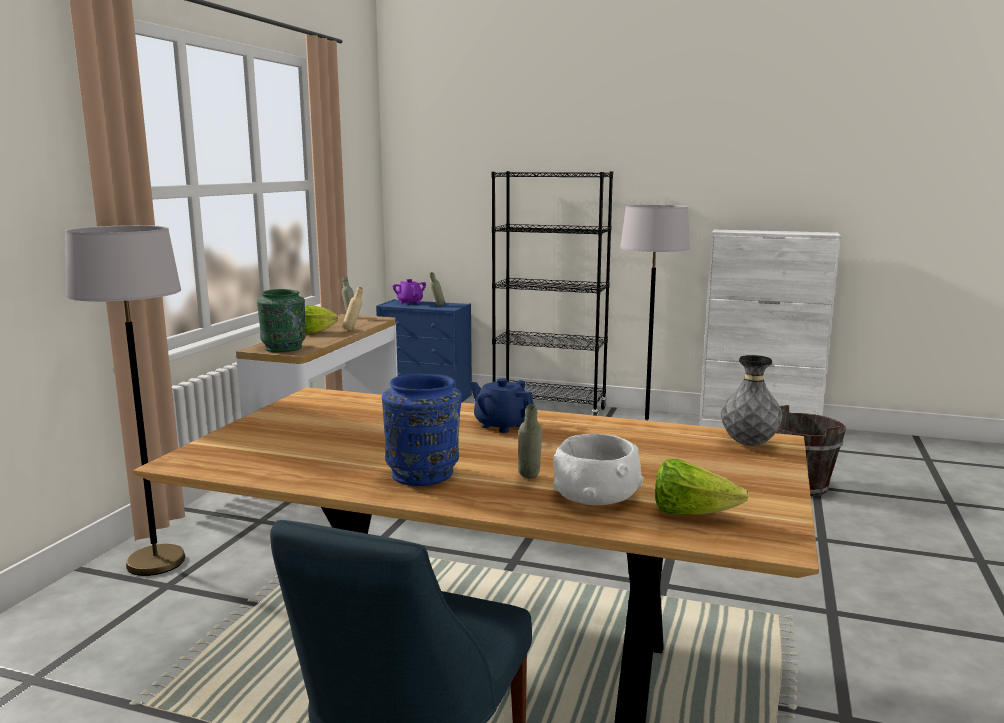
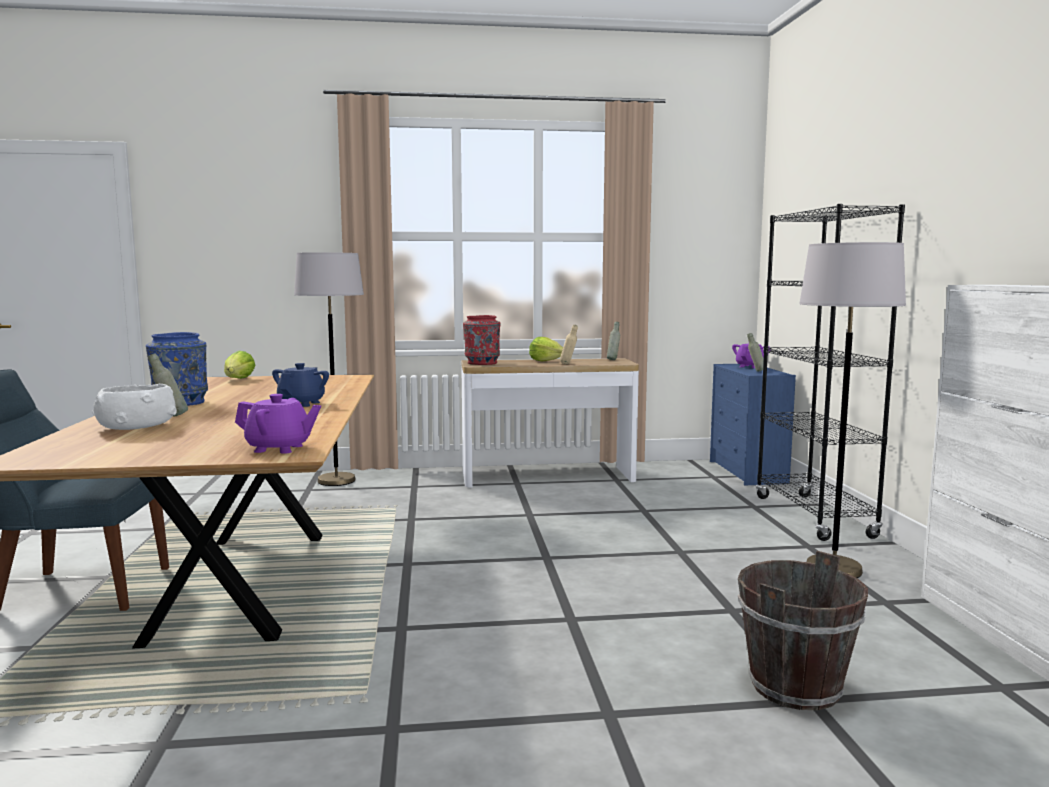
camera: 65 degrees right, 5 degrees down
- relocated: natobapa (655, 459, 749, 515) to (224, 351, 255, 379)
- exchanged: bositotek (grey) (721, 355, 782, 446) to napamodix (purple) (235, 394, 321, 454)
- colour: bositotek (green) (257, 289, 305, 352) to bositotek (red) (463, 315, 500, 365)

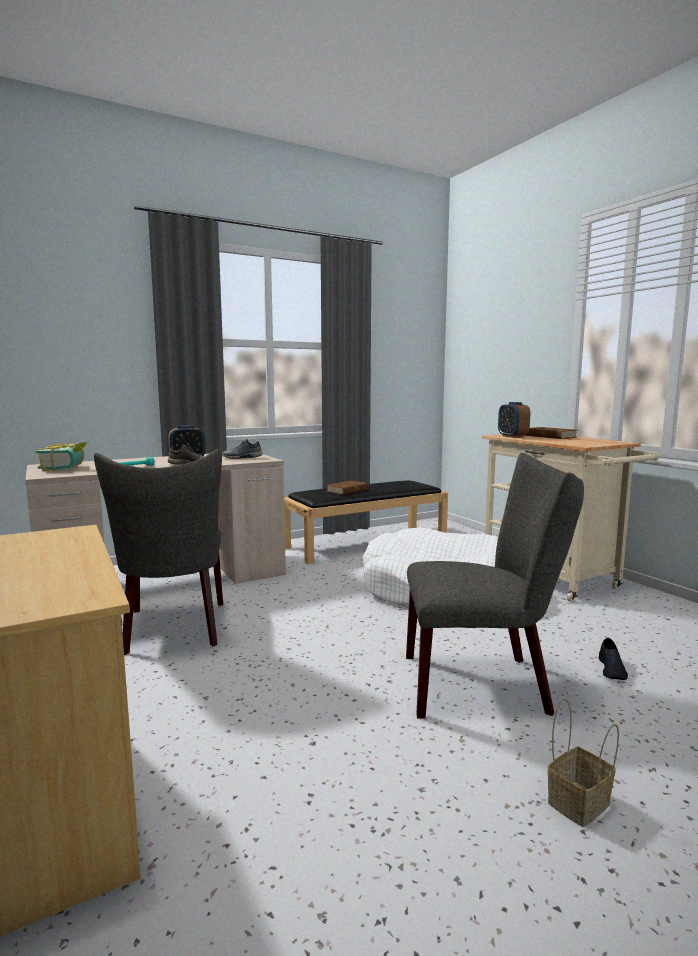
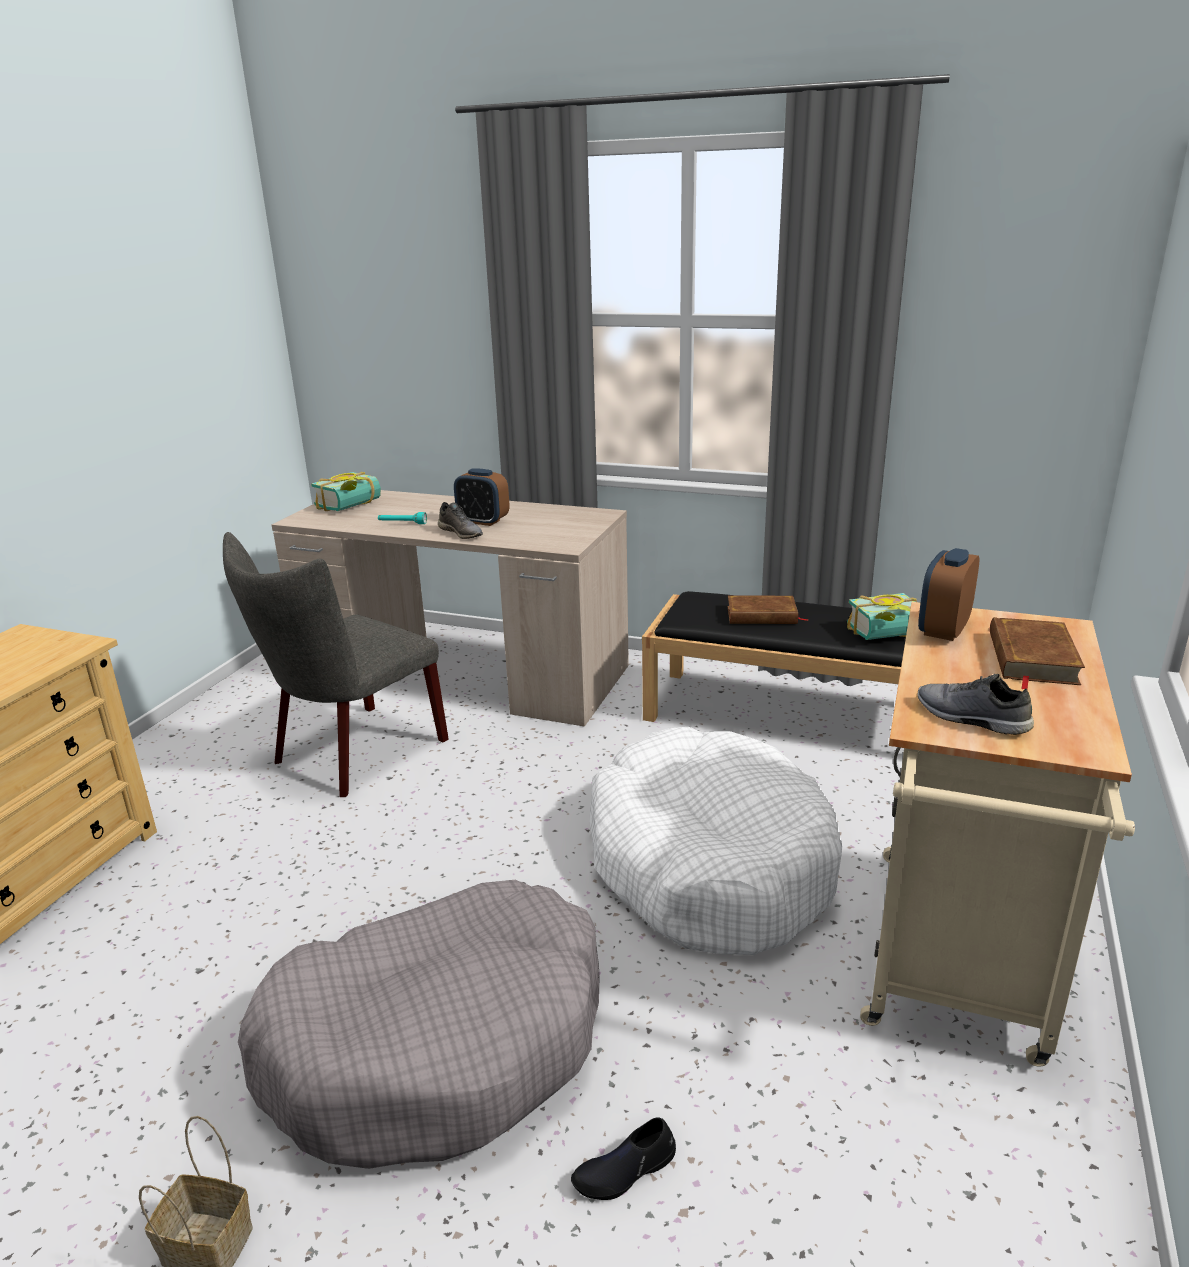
camera: 50 degrees right, 15 degrees up
- appeared: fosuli (847, 593, 917, 640)
- relocated: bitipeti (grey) (222, 439, 263, 459) to (918, 674, 1034, 735)
- exchanged: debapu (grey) (406, 453, 584, 718) to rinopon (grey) (238, 880, 600, 1169)

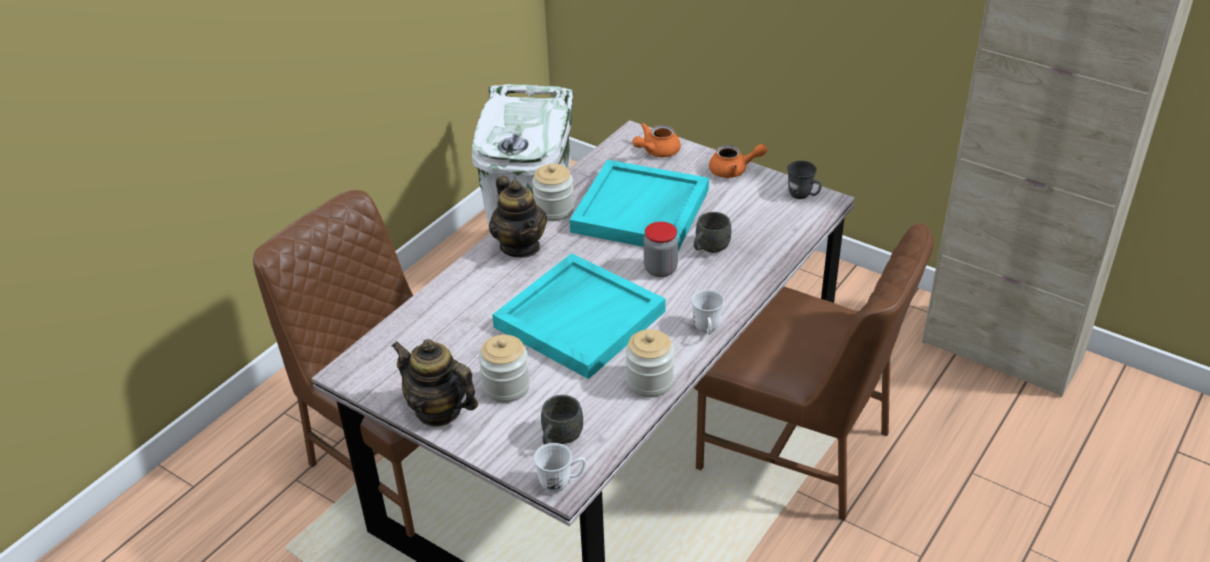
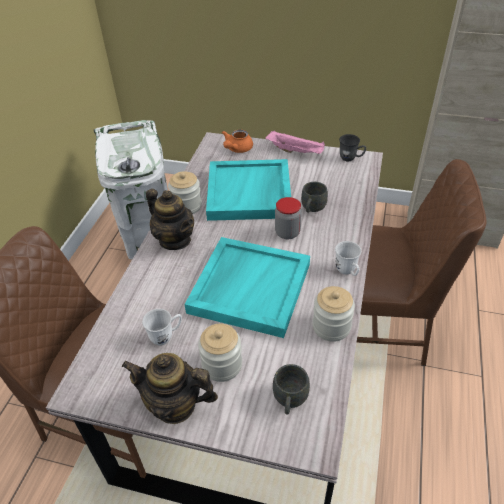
camera: 20 degrees left, 5 degrees up
- relocated: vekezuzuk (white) (533, 443, 586, 493) to (142, 309, 182, 345)
- exchanged: napamodix (orange) (709, 144, 767, 178) to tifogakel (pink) (265, 131, 325, 154)

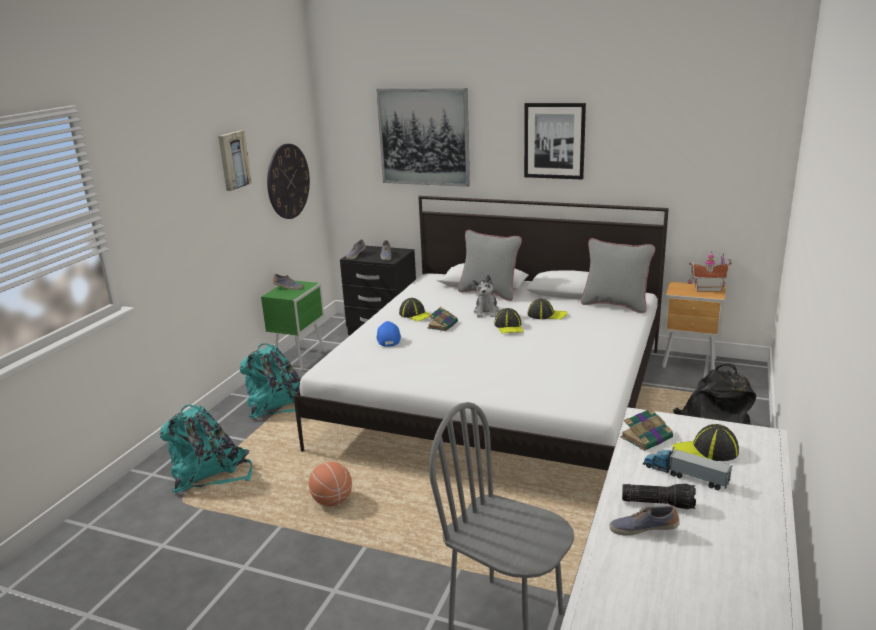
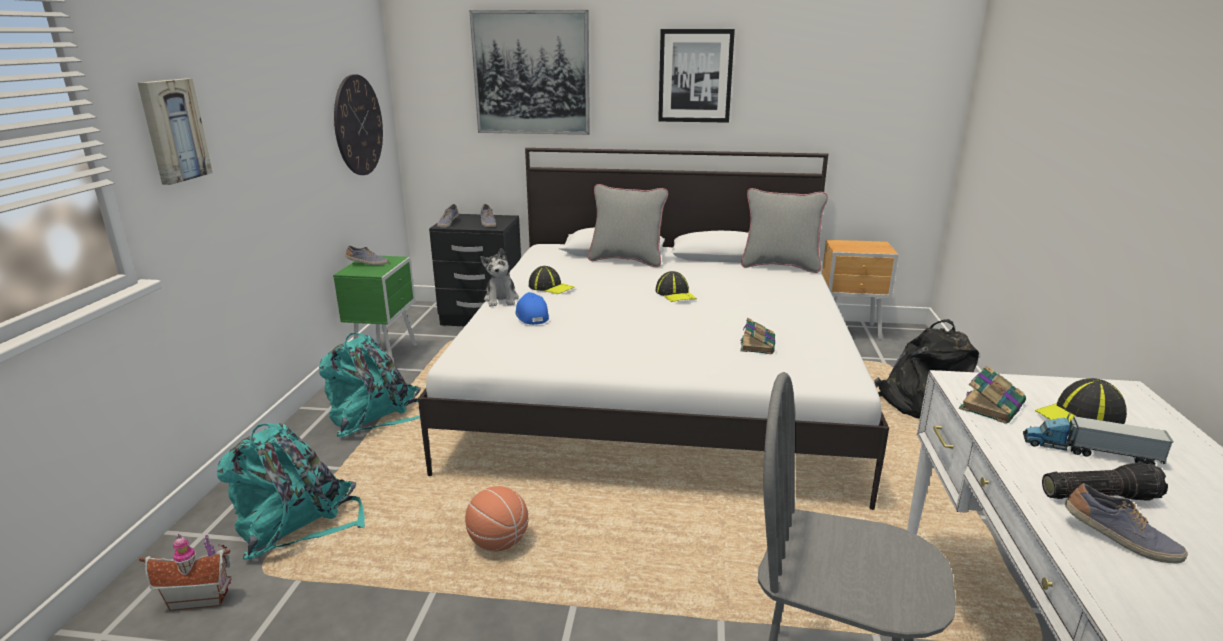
camera: 15 degrees left, 0 degrees up
- missing: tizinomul (528, 299, 568, 319)
- relocated: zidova (218, 130, 252, 191) to (138, 79, 213, 185)
- relocated: fosuli (428, 307, 458, 331) to (740, 318, 775, 354)
- relocated: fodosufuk (473, 275, 500, 317) to (480, 248, 519, 307)
- relocated: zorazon (688, 251, 732, 292) to (139, 534, 232, 611)
- spun: bitipeti (609, 506, 680, 536) = (1065, 483, 1188, 564) 135 degrees counterclockwise

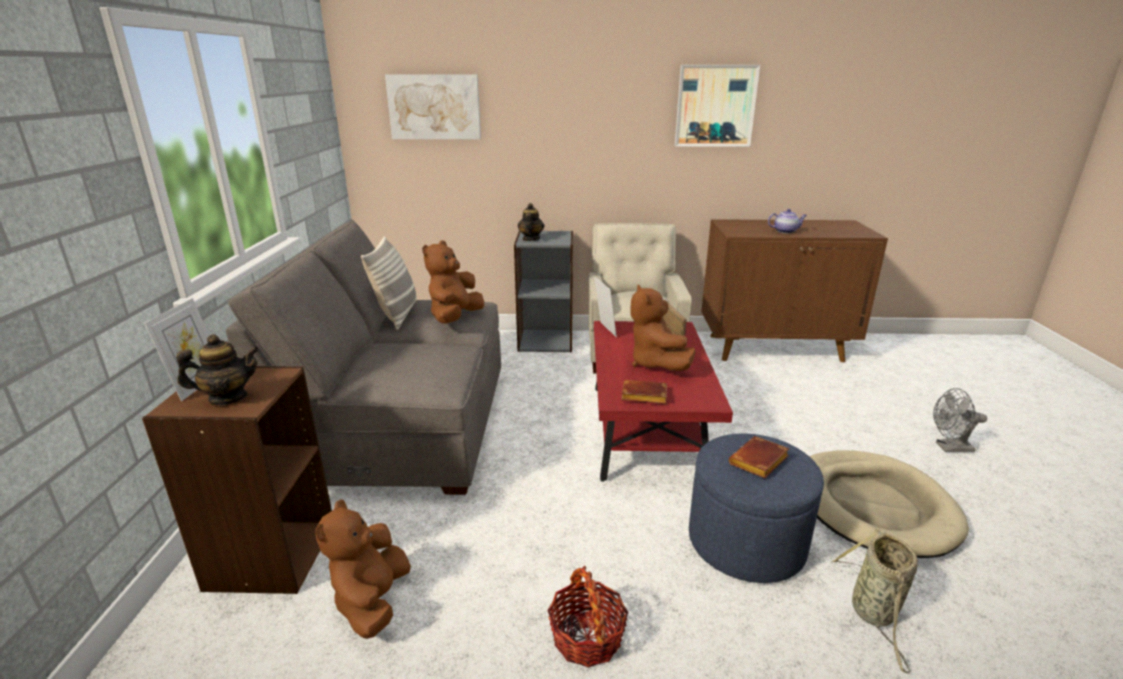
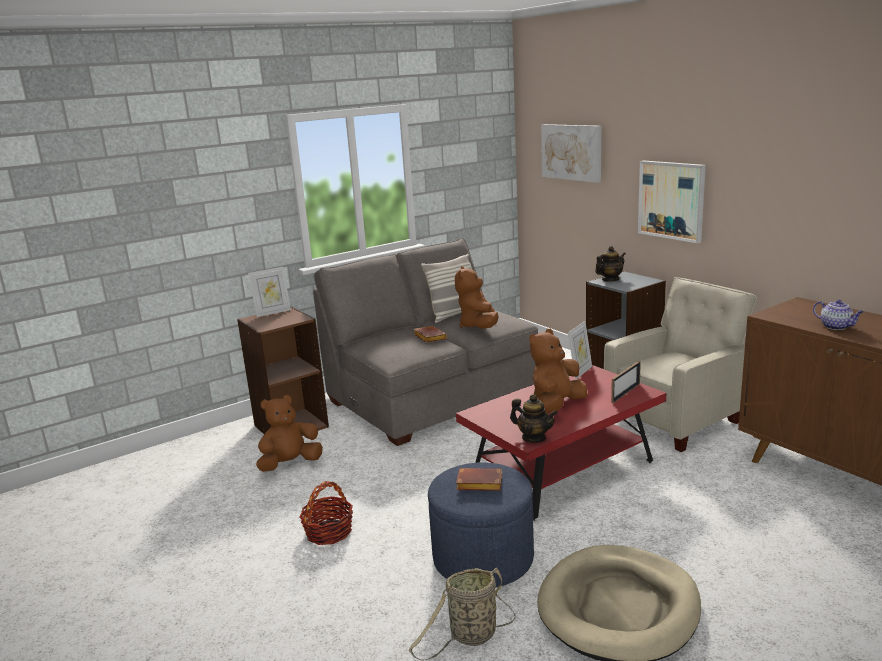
camera: 55 degrees right, 5 degrees down
- missing: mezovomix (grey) (933, 388, 987, 452)
- relocated: napamodix (176, 334, 259, 405) to (510, 394, 557, 443)
- relocated: fosuli (brown) (621, 380, 667, 404) to (413, 326, 447, 343)
- relocated: zidova (675, 65, 760, 147) to (638, 160, 706, 243)
- spun: fodosufuk (brown) (422, 241, 484, 324) = (455, 266, 499, 328) 75 degrees counterclockwise

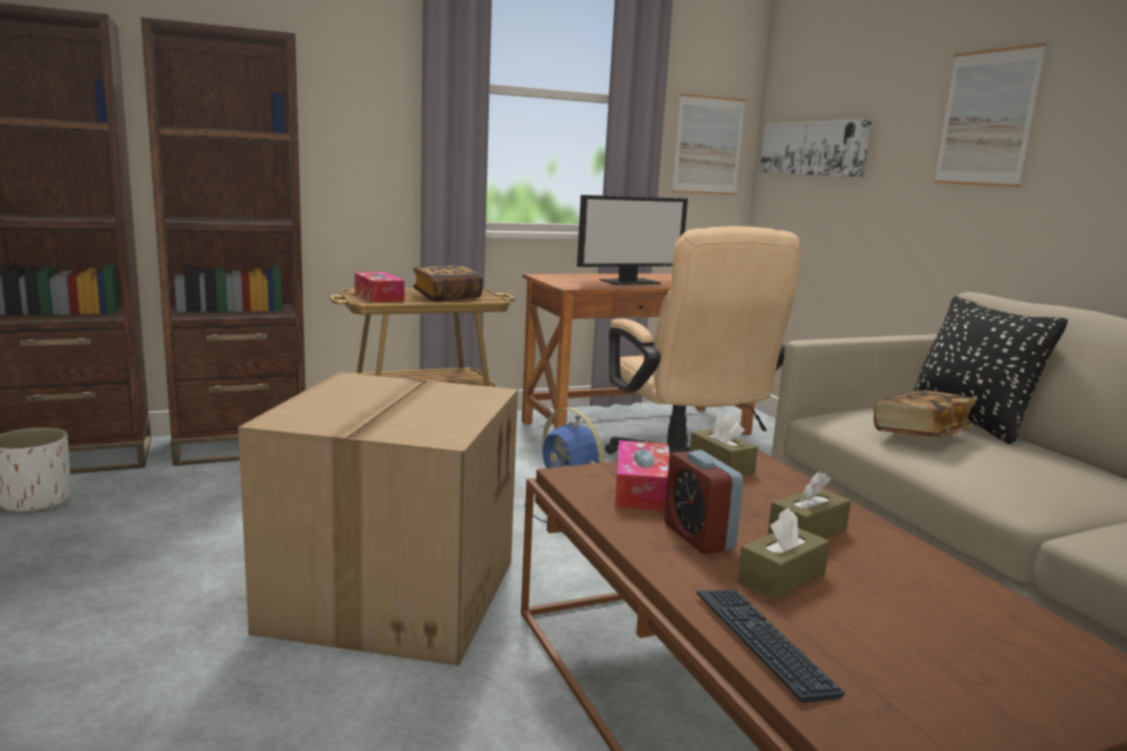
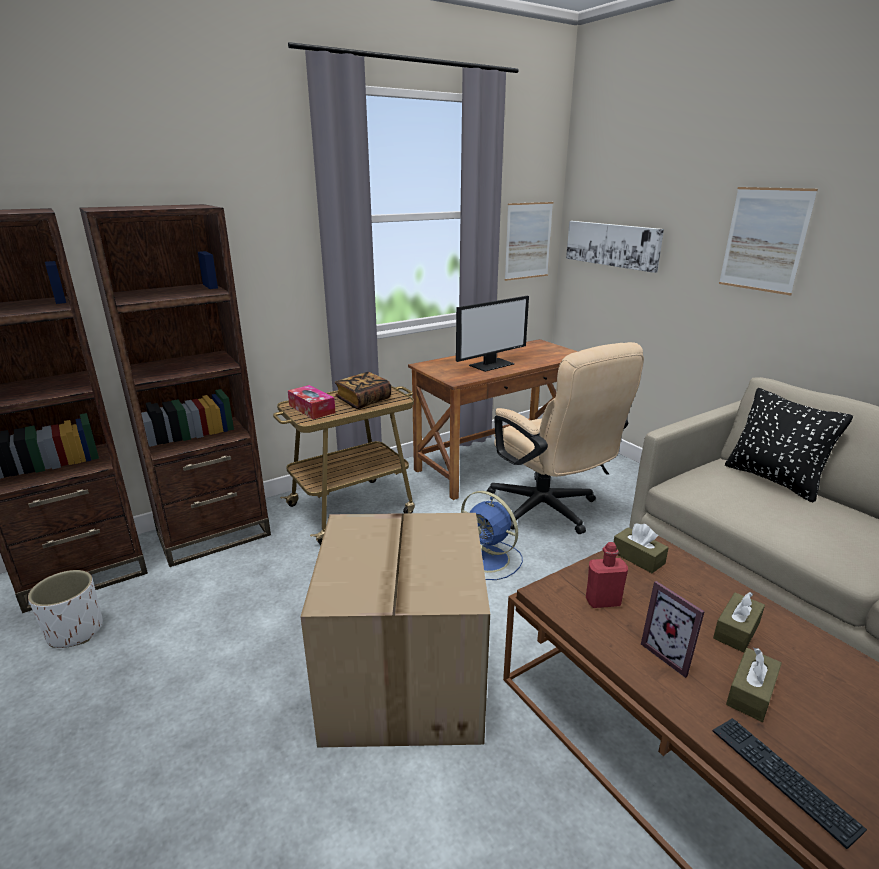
camera: 10 degrees left, 10 degrees up
- missing: fosuli (874, 390, 976, 437)
- exchanged: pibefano (615, 440, 670, 511) to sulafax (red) (586, 542, 628, 608)
- exchanged: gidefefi (664, 450, 744, 554) to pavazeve (641, 581, 705, 678)

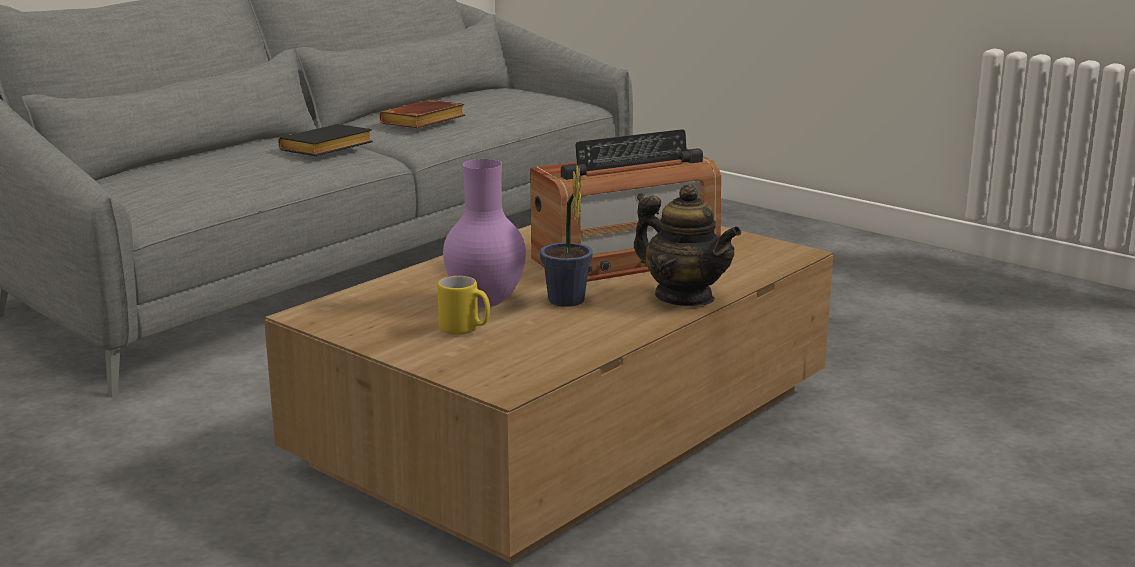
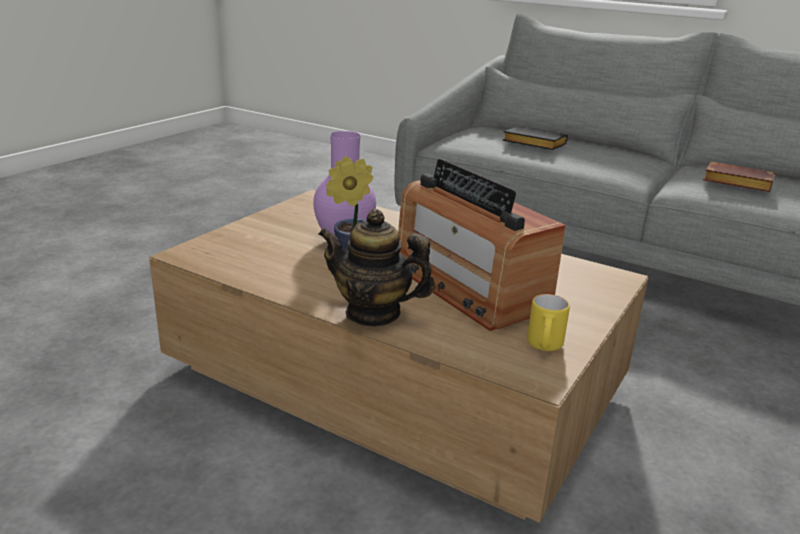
camera: 80 degrees right, 5 degrees up
- relocated: fosuli (black) (278, 124, 373, 156) to (503, 126, 568, 150)
- relocated: vekezuzuk (yellow) (437, 276, 490, 335) to (527, 294, 570, 351)
- spun: napamodix (634, 184, 741, 306) = (318, 209, 435, 327) 75 degrees clockwise

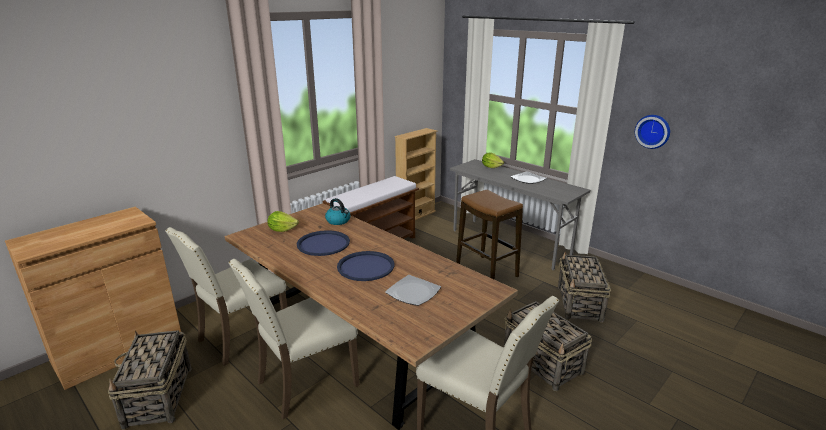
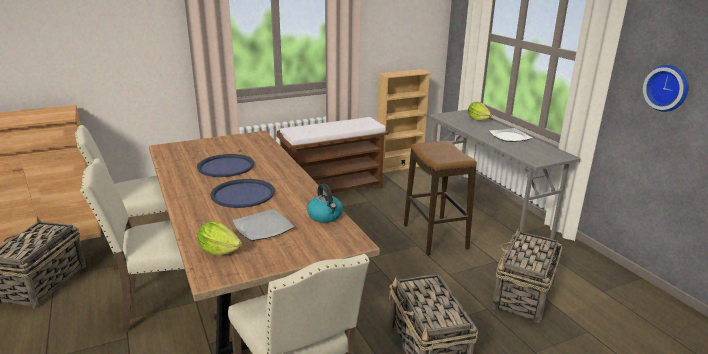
camera: 20 degrees right, 0 degrees up
- relocated: natobapa (267, 211, 299, 232) to (198, 221, 242, 255)
- relocated: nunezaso (325, 198, 350, 225) to (307, 184, 343, 223)

